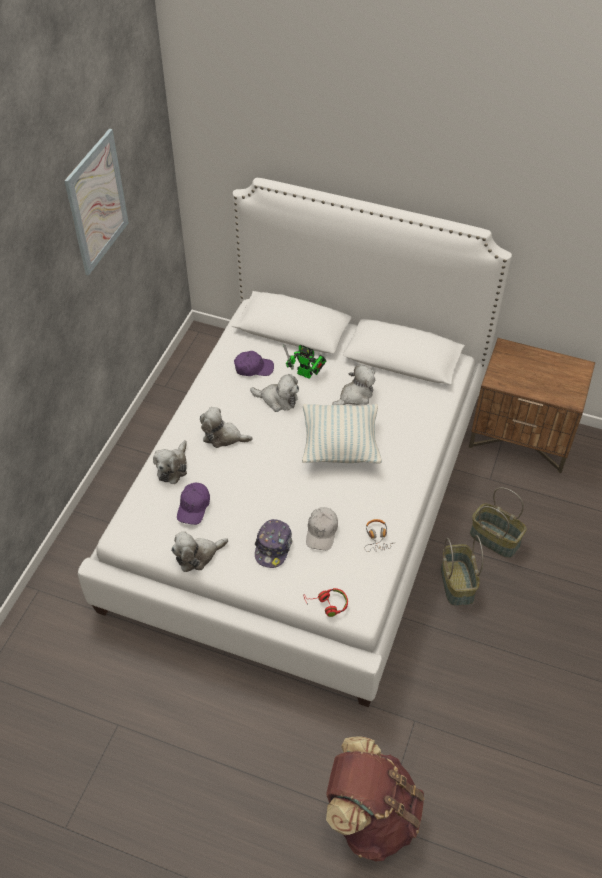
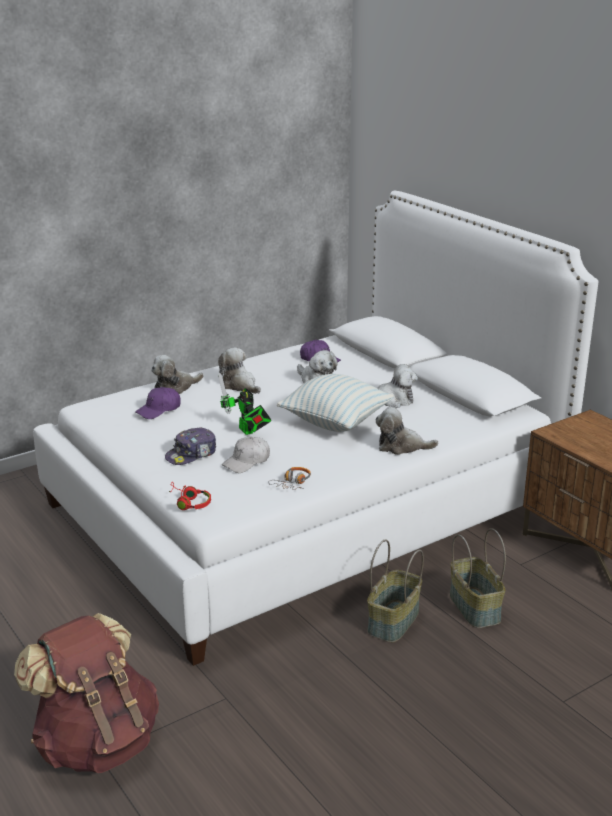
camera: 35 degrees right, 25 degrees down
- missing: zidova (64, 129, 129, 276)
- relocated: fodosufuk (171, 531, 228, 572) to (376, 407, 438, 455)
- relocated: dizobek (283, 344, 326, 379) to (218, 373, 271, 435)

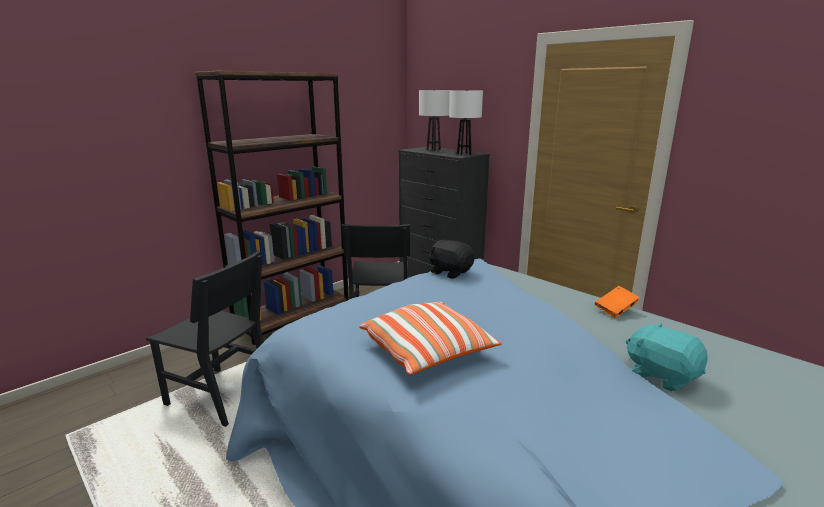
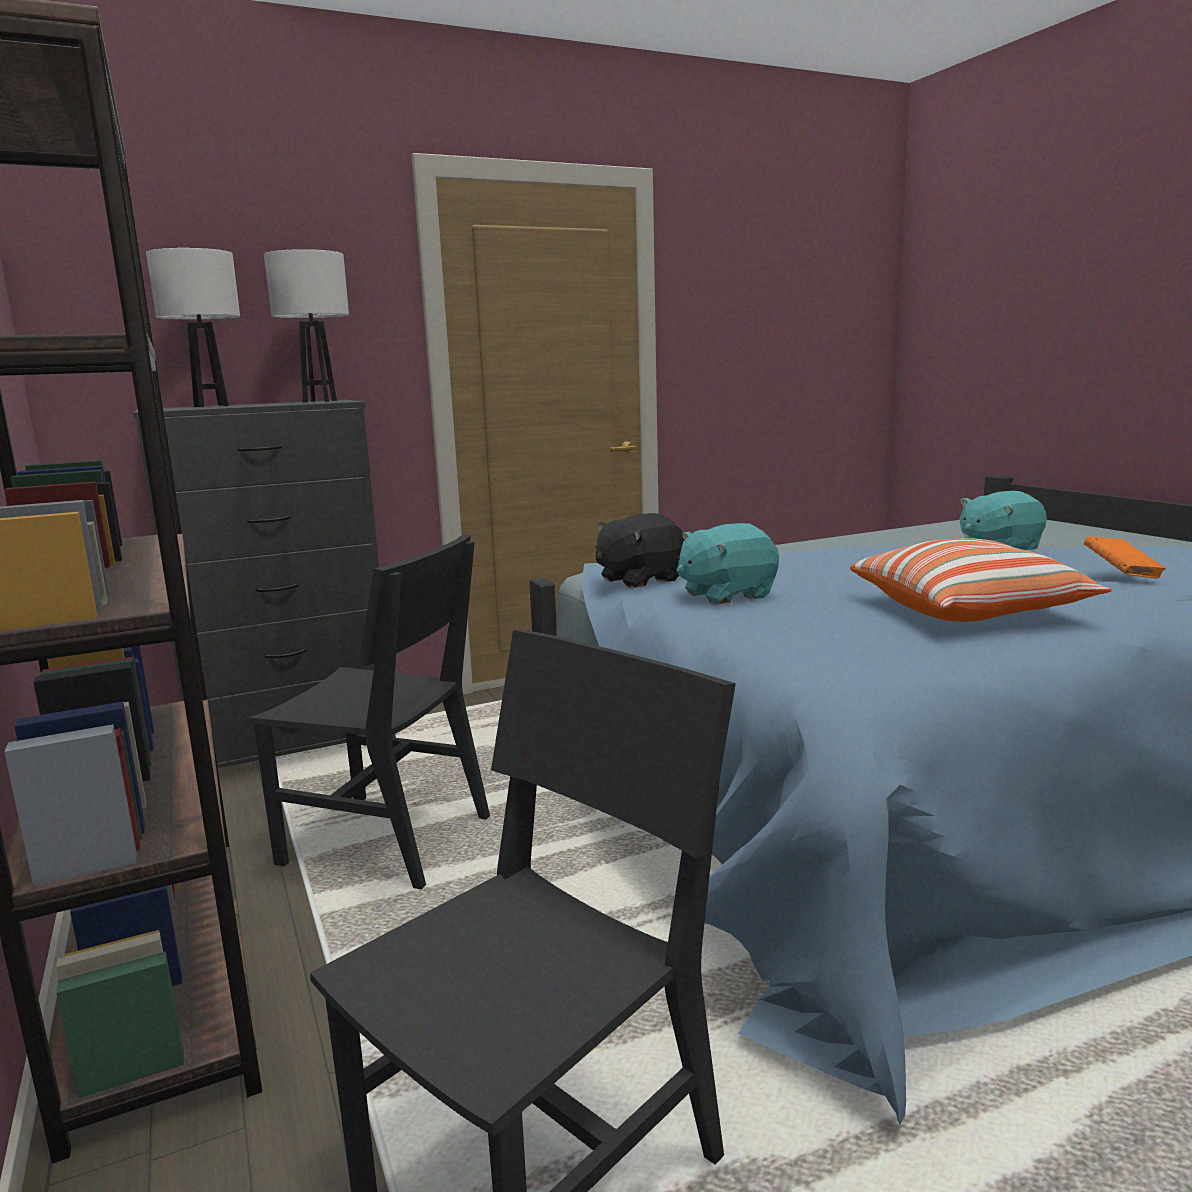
camera: 70 degrees left, 5 degrees down
- appeared: fodosufuk (turquoise) (676, 523, 779, 605)
- relocated: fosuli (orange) (595, 286, 640, 318) to (1084, 536, 1166, 578)

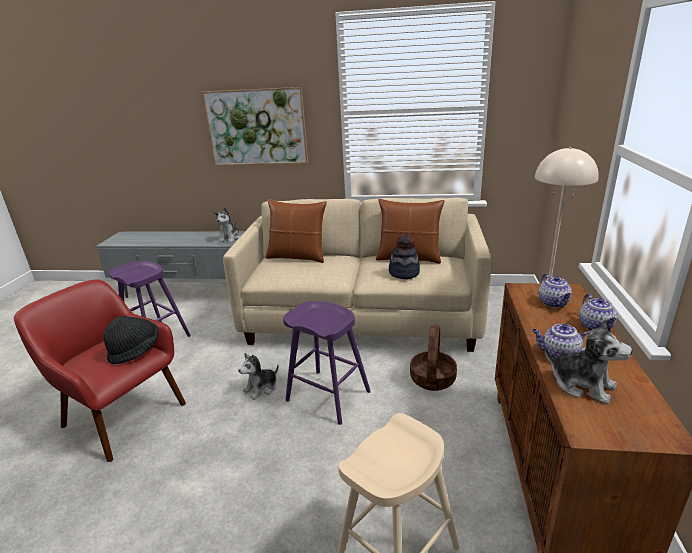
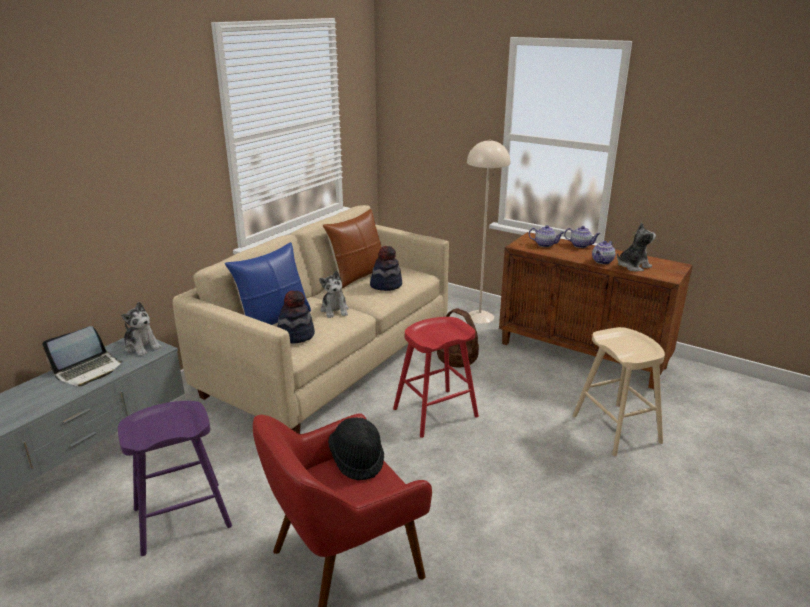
camera: 65 degrees left, 0 degrees up
- missing: zidova (202, 87, 308, 166)
- appeared: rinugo (42, 326, 123, 387)
- appeared: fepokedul (277, 290, 315, 344)
- relocated: fodosufuk (238, 353, 279, 400) to (319, 271, 349, 318)
- colour: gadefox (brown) (266, 199, 327, 263) to gadefox (blue) (225, 242, 311, 325)
- colour: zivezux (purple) (283, 301, 371, 425) to zivezux (red) (393, 317, 479, 438)

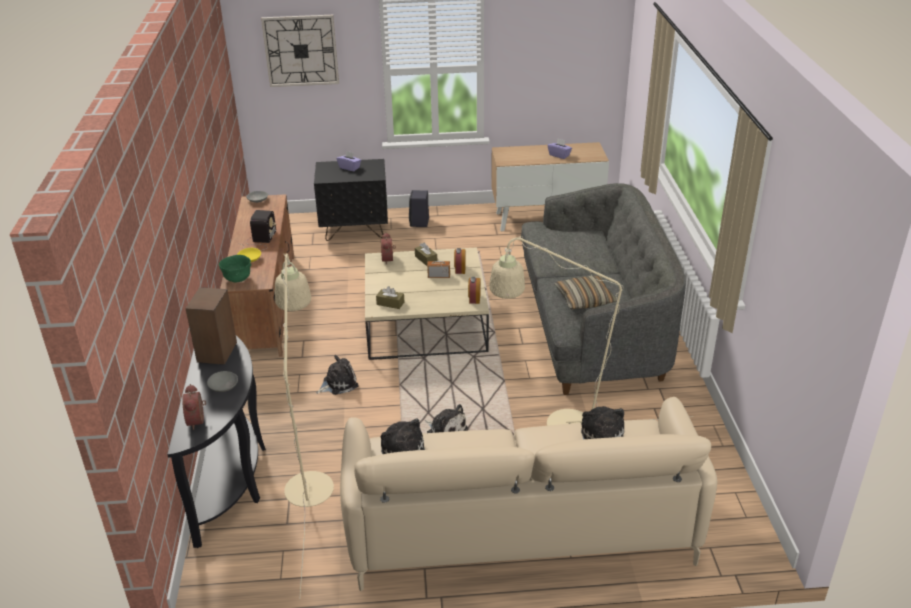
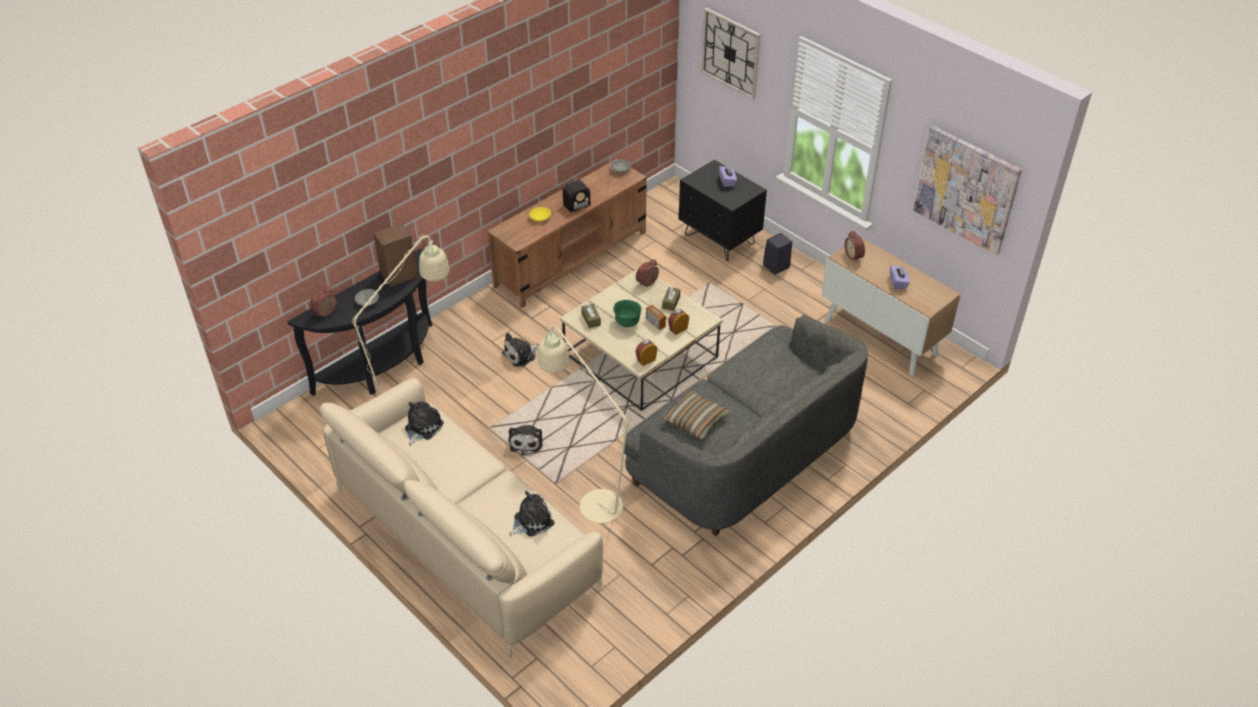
camera: 50 degrees right, 10 degrees up
- appeared: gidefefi (845, 230, 865, 262)
- appeared: zidova (913, 126, 1022, 255)
- relocated: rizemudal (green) (219, 255, 251, 282) to (613, 300, 641, 327)
- spun: fodosufuk (316, 355, 359, 395) = (502, 333, 539, 367) 120 degrees clockwise

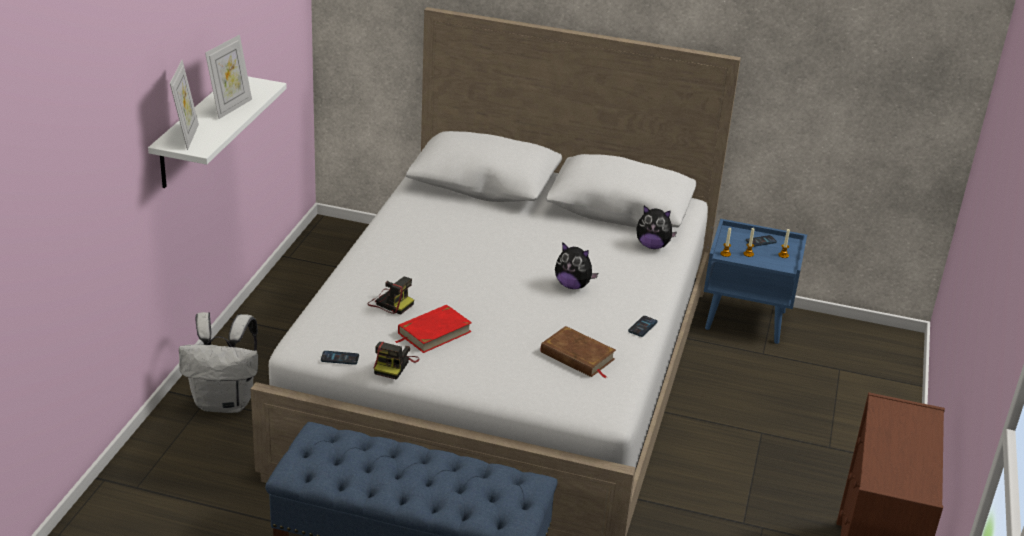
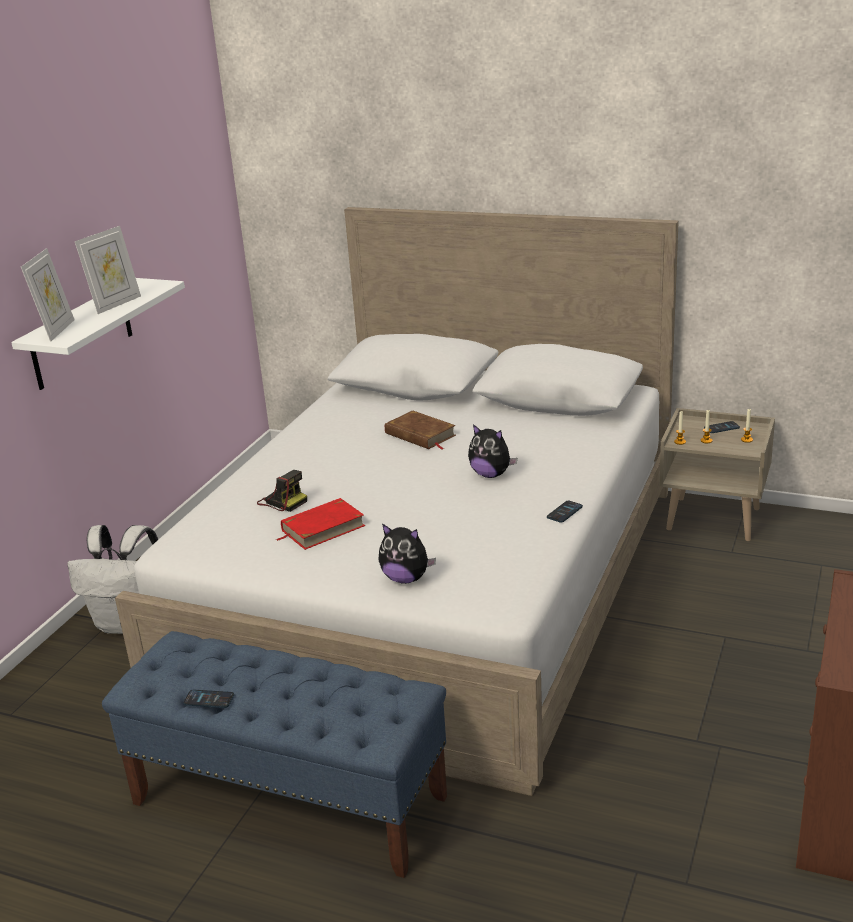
camera: 10 degrees right, 5 degrees down
- missing: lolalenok (374, 342, 420, 380)
- relocated: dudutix (321, 351, 359, 365) to (183, 690, 234, 708)
- relocated: fosuli (brown) (541, 326, 616, 378) to (385, 410, 456, 449)
- relocated: fodosufuk (636, 205, 677, 249) to (378, 524, 436, 584)
- colour: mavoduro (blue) (704, 219, 807, 344) to mavoduro (beige) (659, 408, 775, 541)

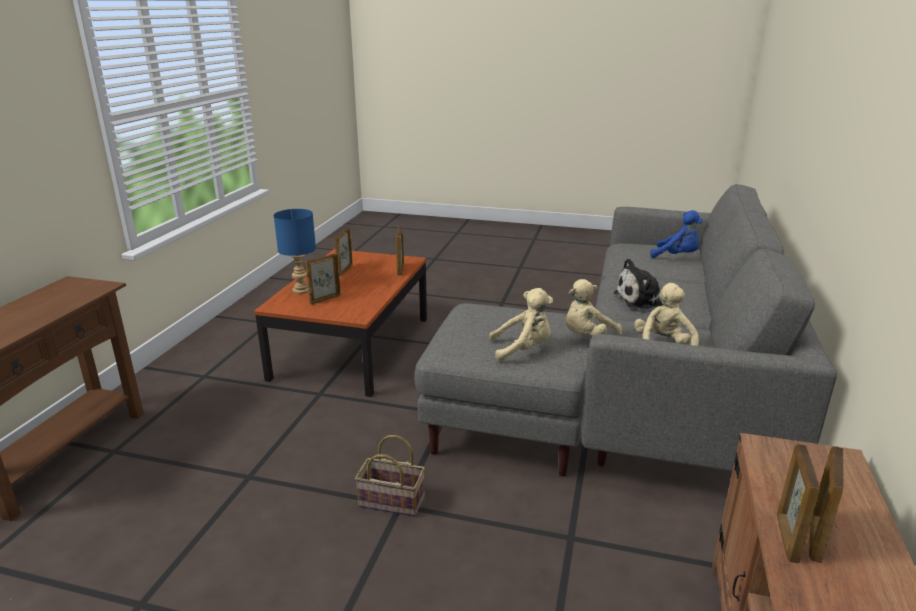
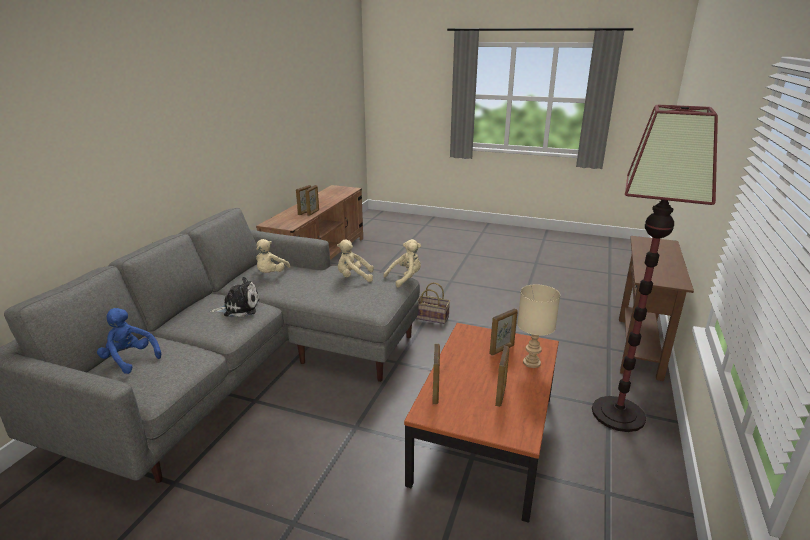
camera: 175 degrees left, 0 degrees up
- appeared: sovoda (592, 105, 718, 432)
- relocated: fodosufuk (beige) (566, 279, 622, 336) to (383, 239, 421, 287)
- colour: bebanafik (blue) (274, 209, 316, 294) to bebanafik (beige) (517, 284, 560, 368)

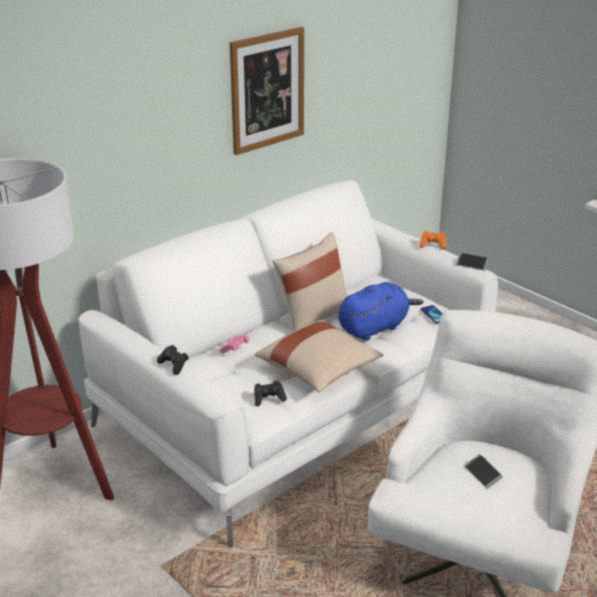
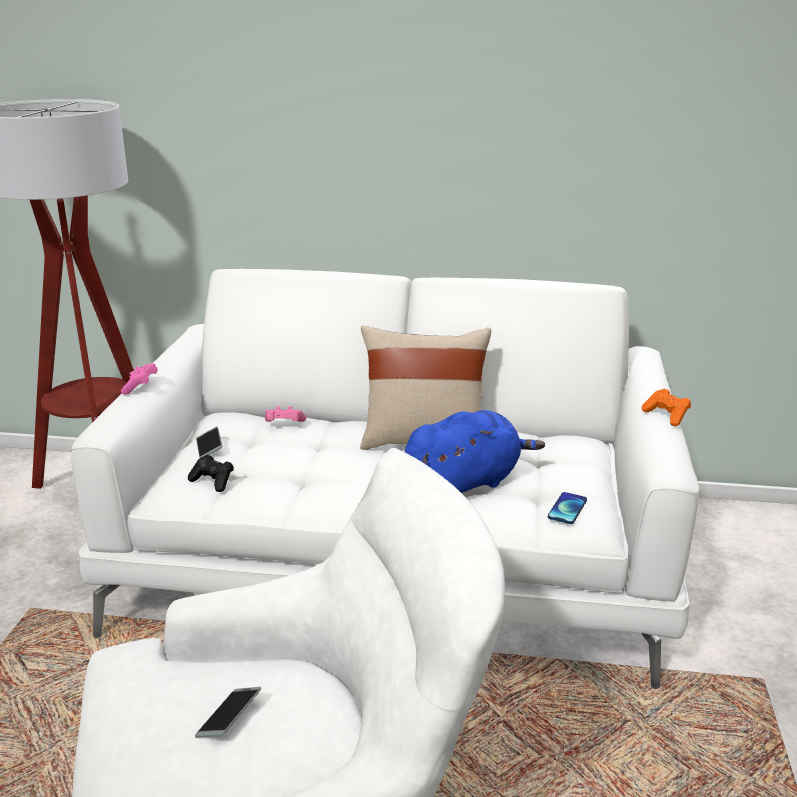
camera: 50 degrees right, 5 degrees down
- missing: zidova (230, 27, 304, 155)
- missing: gadefox (beige) (255, 320, 384, 392)
- relocated: dudutix (456, 253, 490, 270) to (196, 427, 222, 458)
- colour: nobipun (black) (157, 345, 189, 375) to nobipun (pink) (121, 363, 158, 395)
- spun: fodosufuk (blue) (338, 282, 424, 341) = (405, 410, 545, 493) 45 degrees counterclockwise

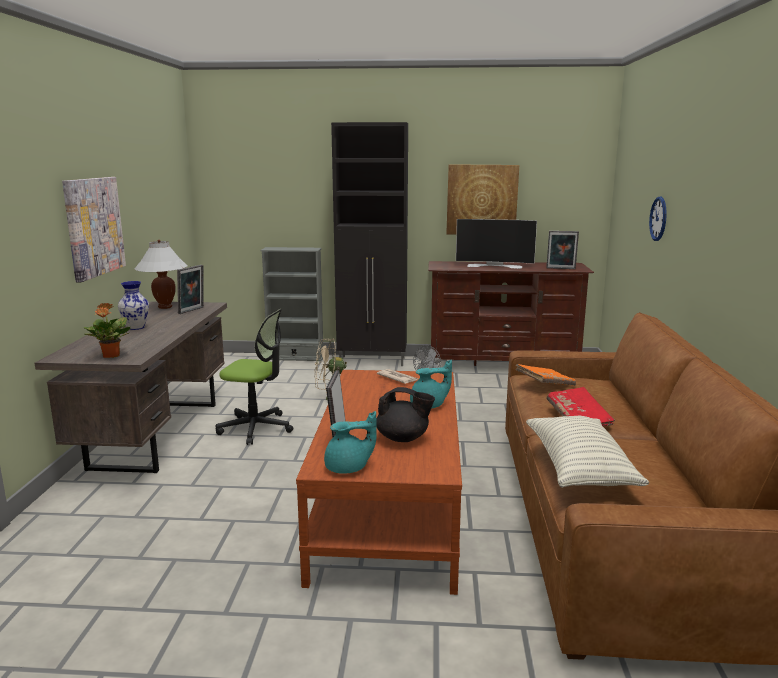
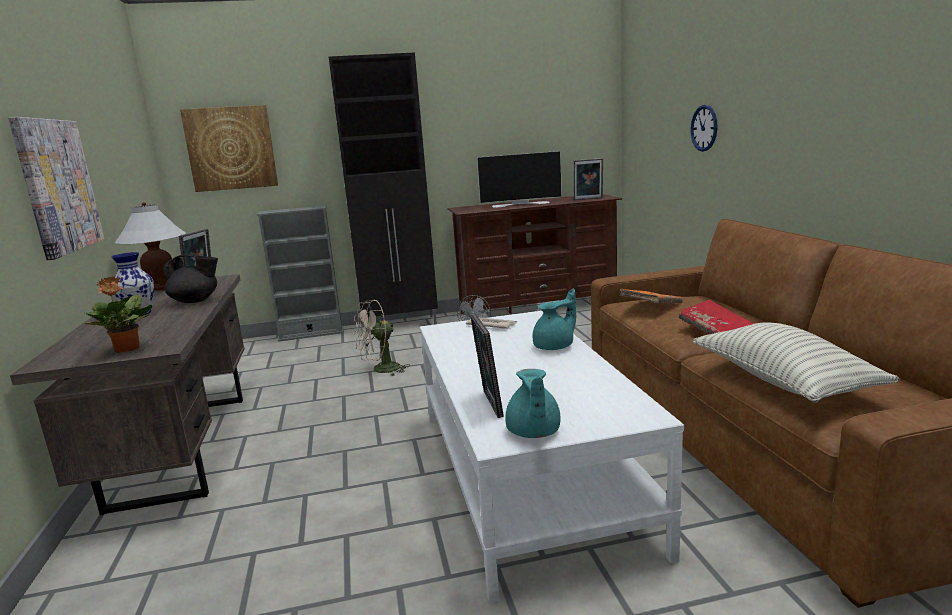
camera: 15 degrees left, 0 degrees up
- missing: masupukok (216, 309, 293, 445)
- relocated: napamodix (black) (376, 387, 435, 442) to (163, 254, 218, 303)
- relocated: zidova (446, 164, 519, 235) to (180, 105, 278, 192)
- colour: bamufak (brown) (296, 370, 462, 595) to bamufak (white) (420, 311, 684, 603)
- spun: napamodix (turquoise) (324, 411, 377, 474) = (505, 369, 561, 438) 120 degrees clockwise

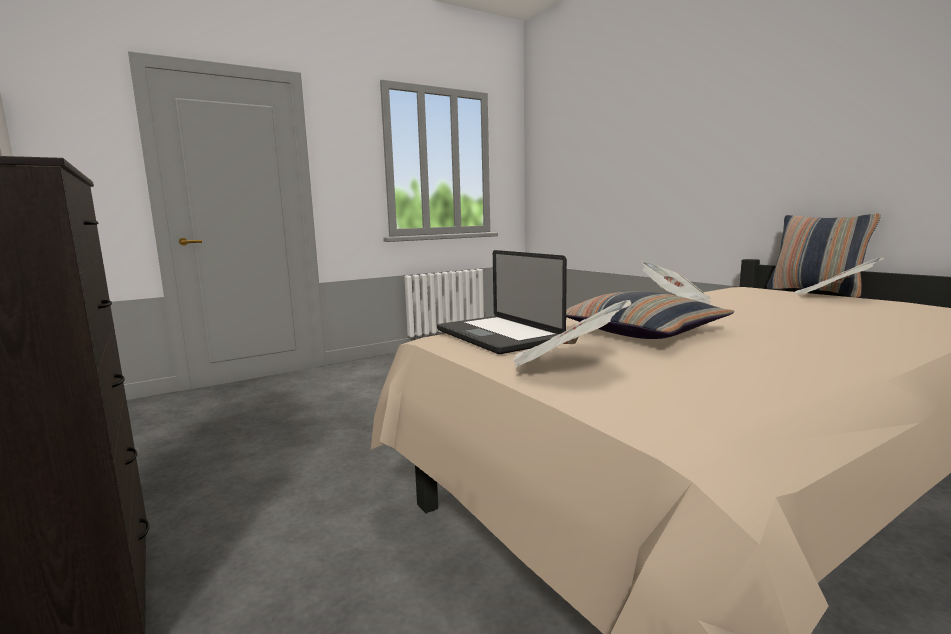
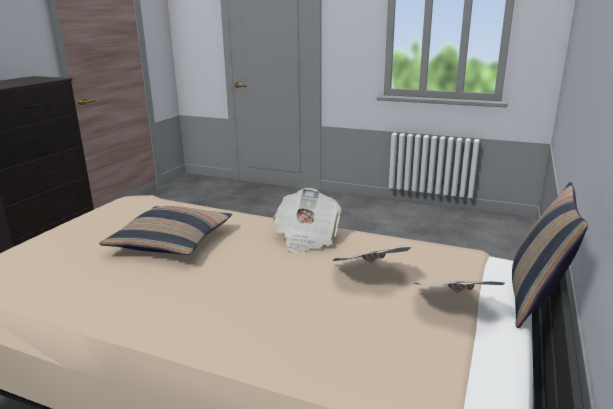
camera: 55 degrees right, 10 degrees up
- missing: rinugo (437, 250, 567, 354)
- relocated: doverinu (513, 300, 631, 368) to (332, 247, 411, 263)

